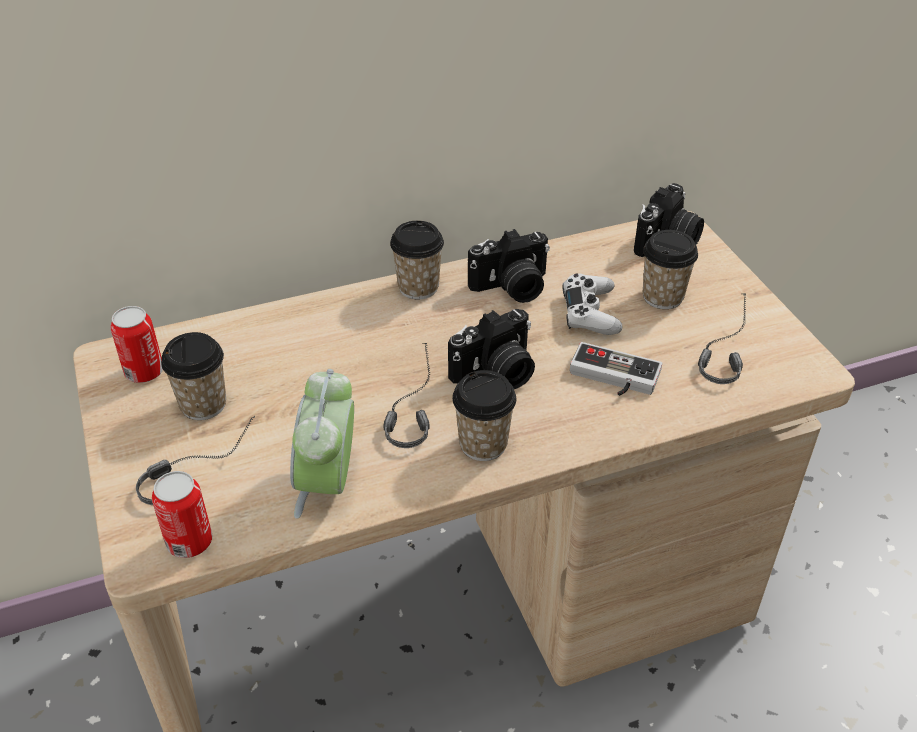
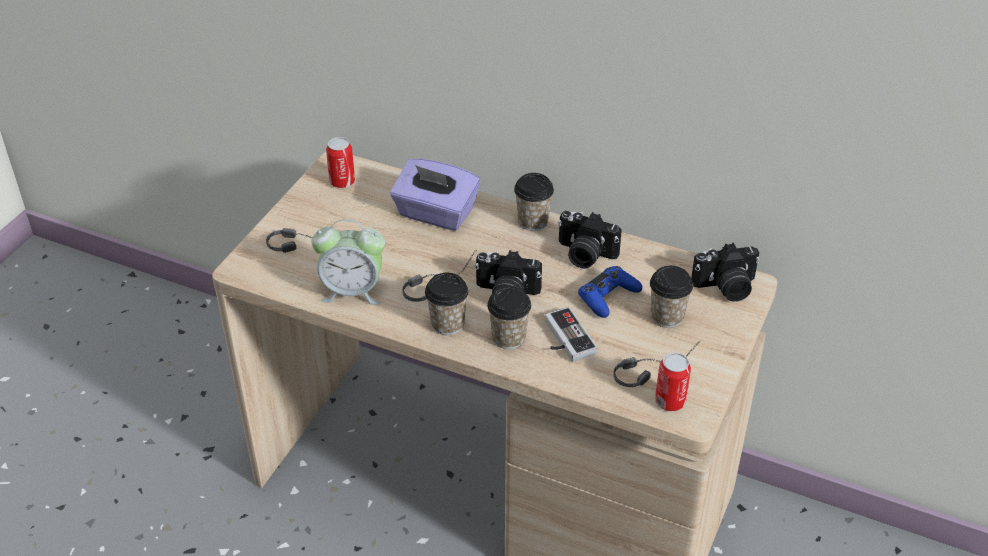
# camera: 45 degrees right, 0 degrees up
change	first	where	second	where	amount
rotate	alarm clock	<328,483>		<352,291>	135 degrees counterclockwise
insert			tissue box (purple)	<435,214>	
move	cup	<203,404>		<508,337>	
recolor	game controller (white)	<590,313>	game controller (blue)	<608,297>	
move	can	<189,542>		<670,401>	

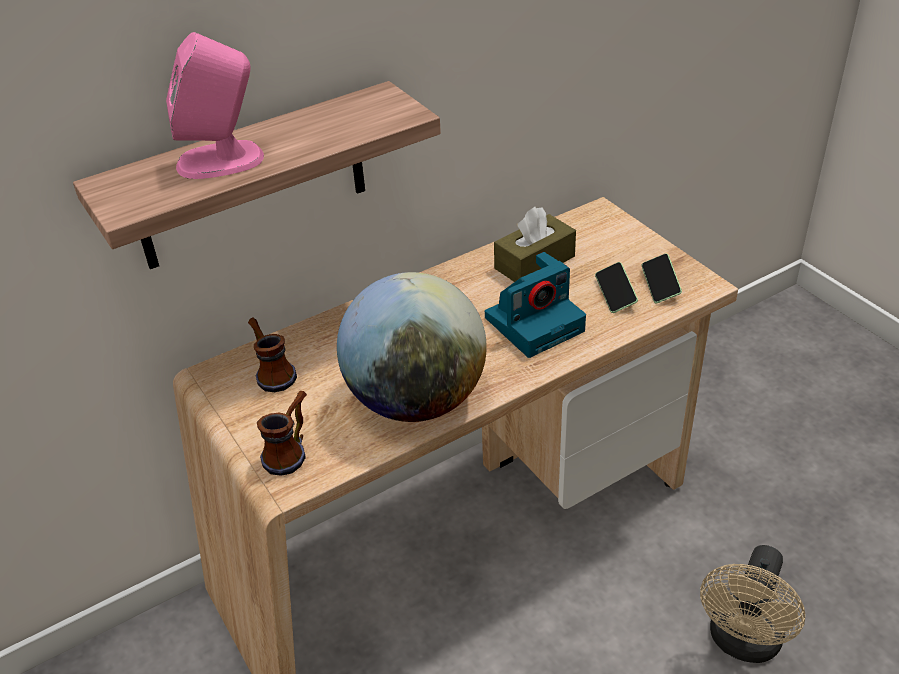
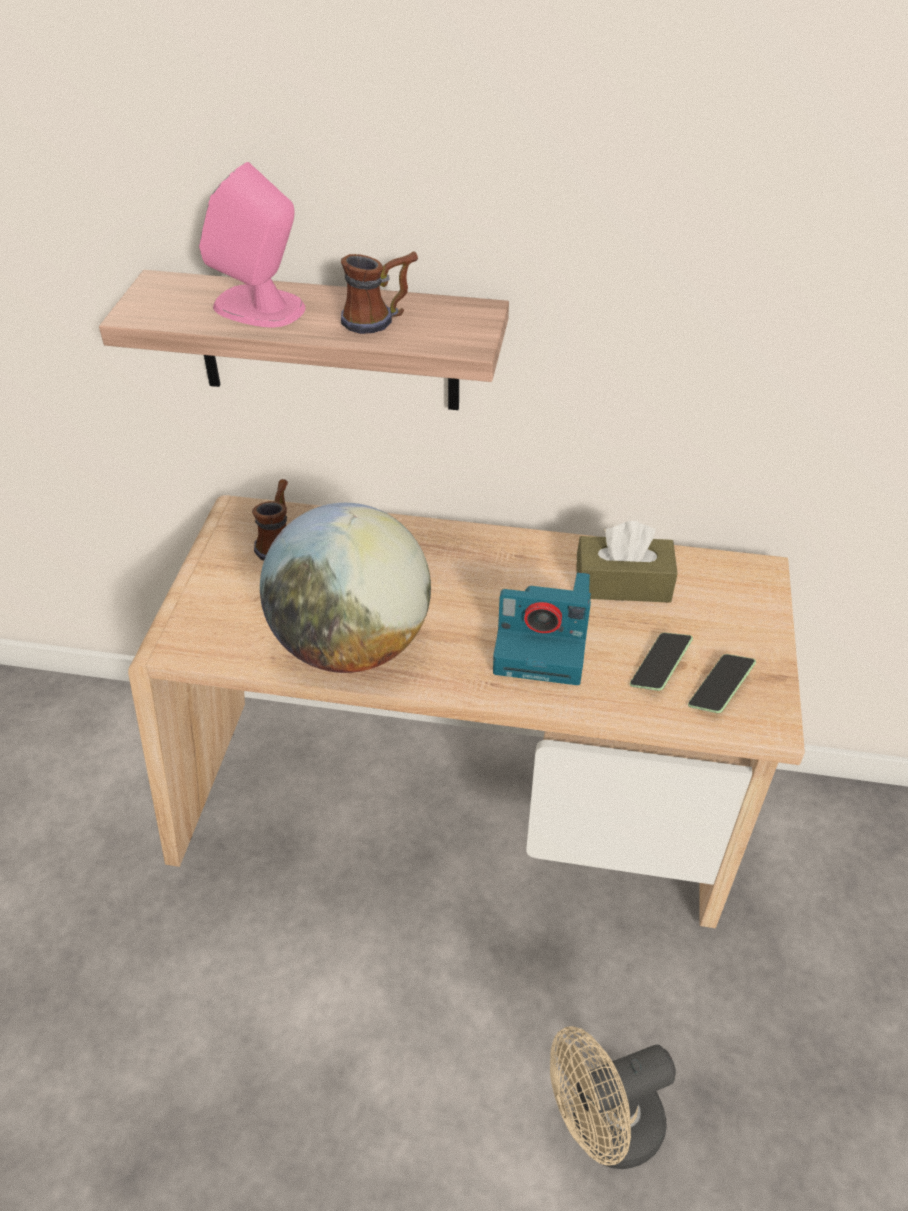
# camera: 40 degrees right, 5 degrees up
change	first	where	second	where	amount
move	mug	<291,451>		<380,319>	

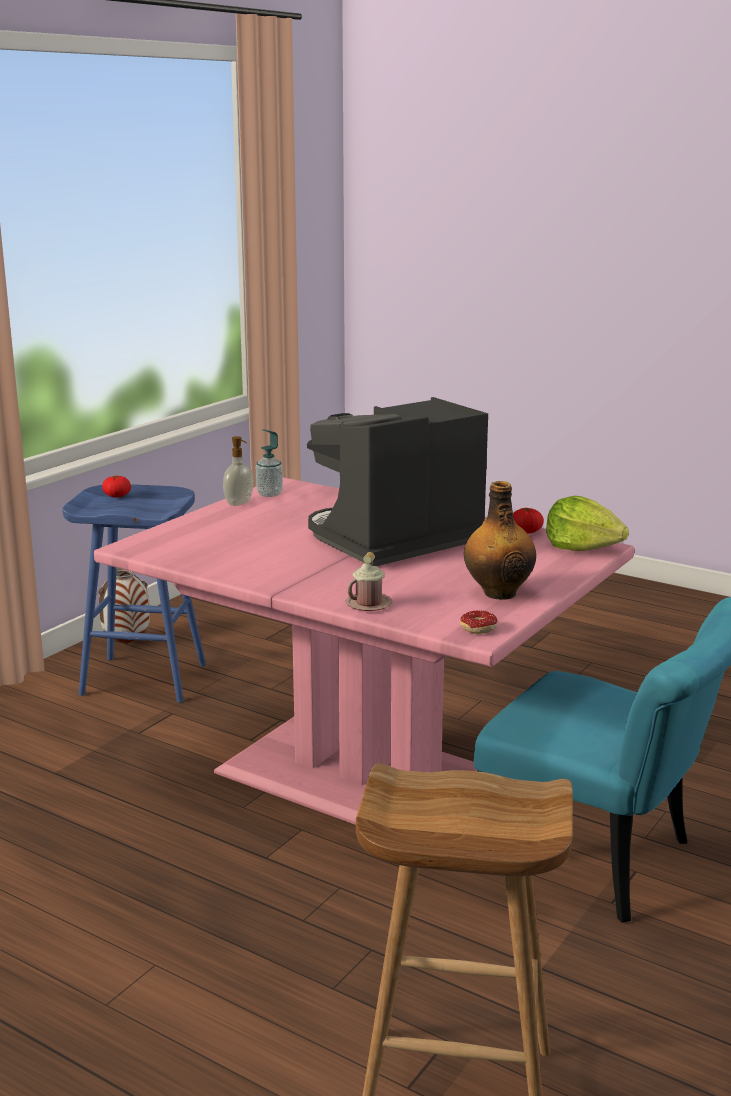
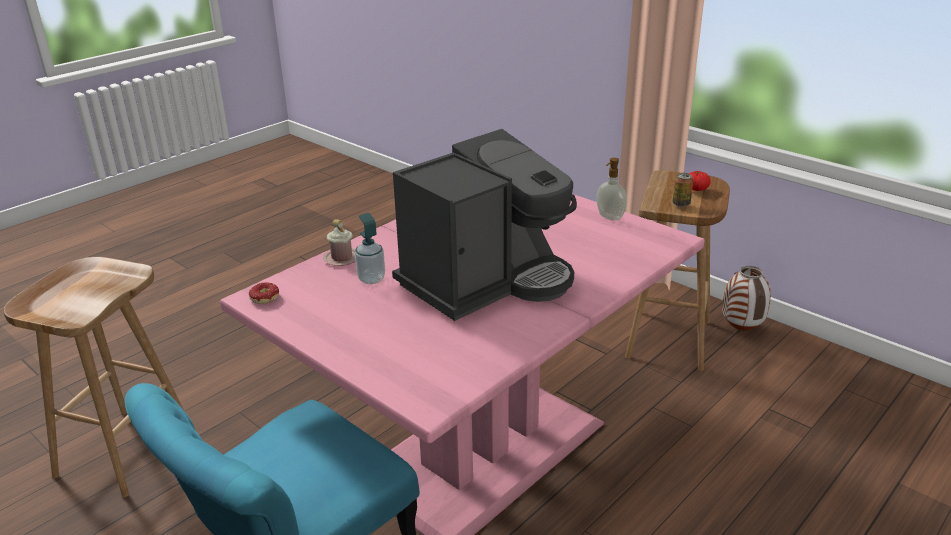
# camera: 100 degrees right, 10 degrees up
change	first	where	second	where	amount
move	soap dispenser	<269,494>		<371,279>	
rotate	coffee machine	<394,540>		<486,281>	75 degrees clockwise
recolor	stool (blue)	<146,679>	stool (brown)	<669,340>	
insert			can	<681,204>	
delete	bottle	<498,593>			
delete	tomato	<526,532>			
delete	lettuce	<582,547>			

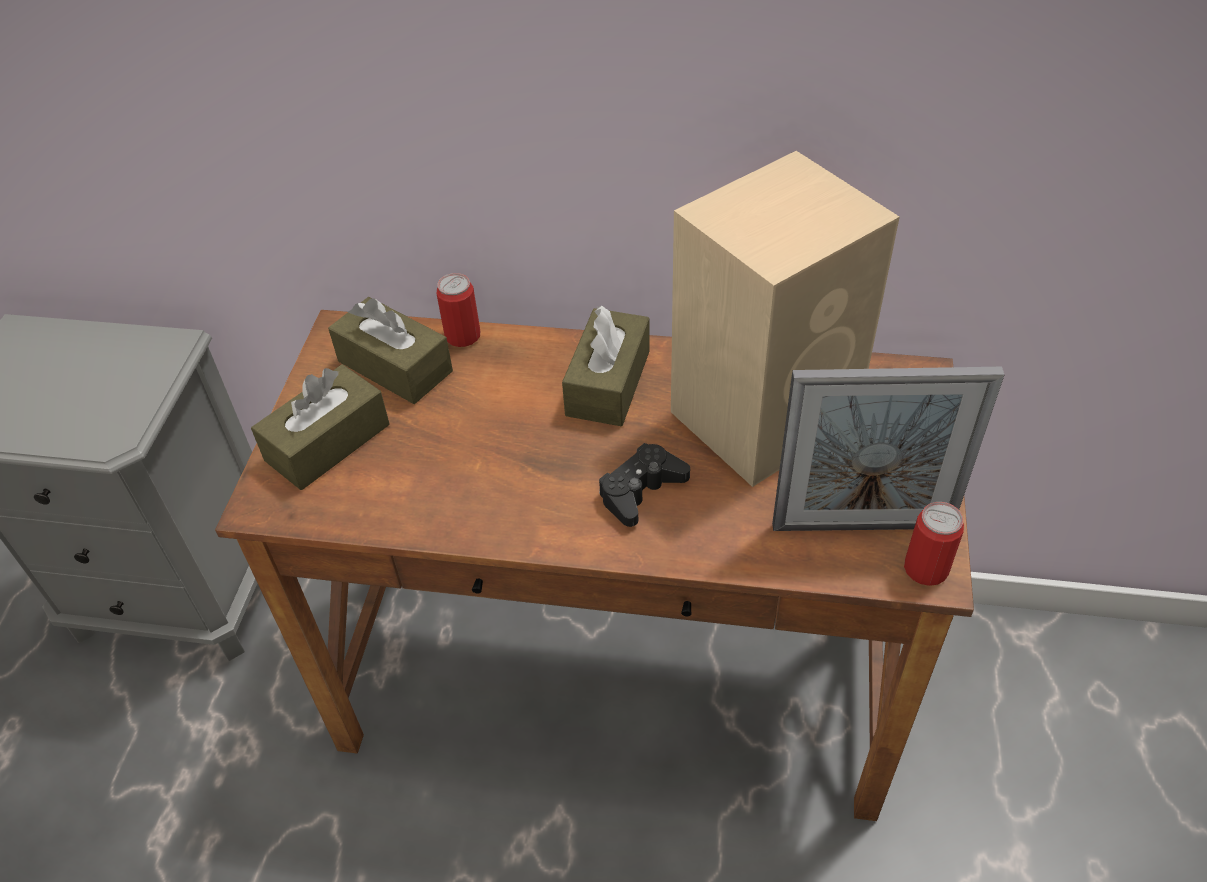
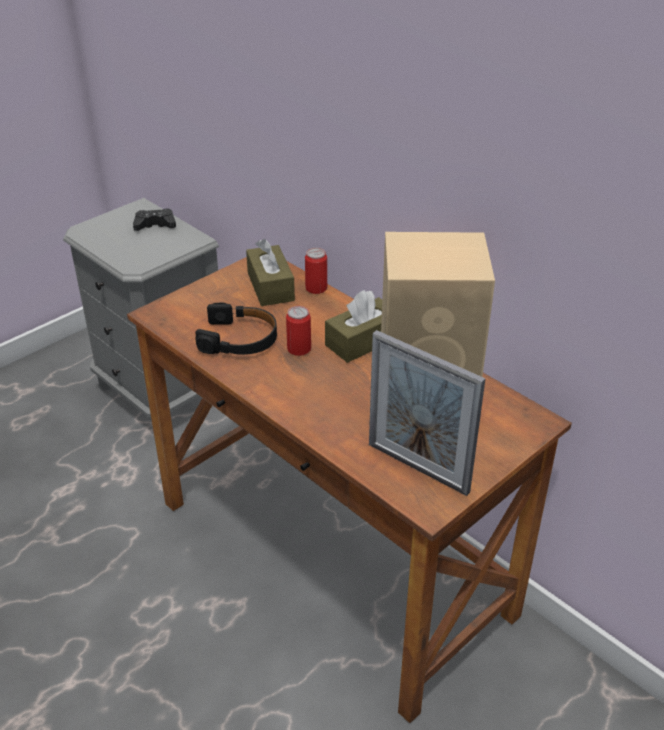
# camera: 35 degrees right, 10 degrees down
change	first	where	second	where	amount
move	game controller (black)	<641,490>		<155,225>	
insert			headphones (black)	<239,339>	
move	can	<926,568>		<299,349>	
delete	tissue box (brown)	<327,442>			

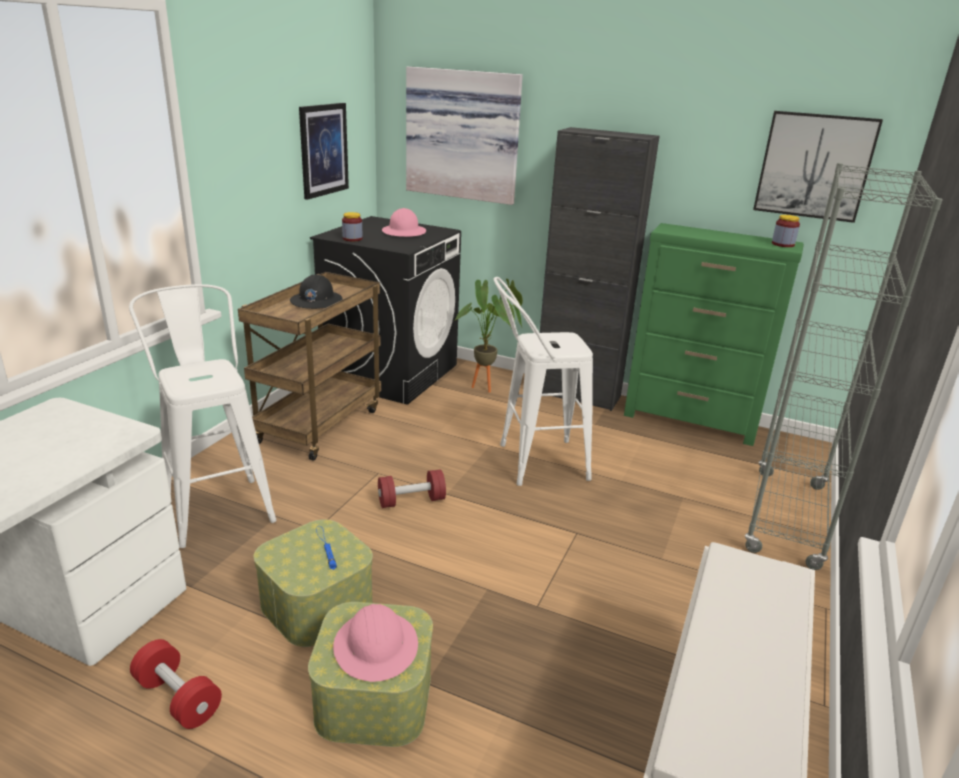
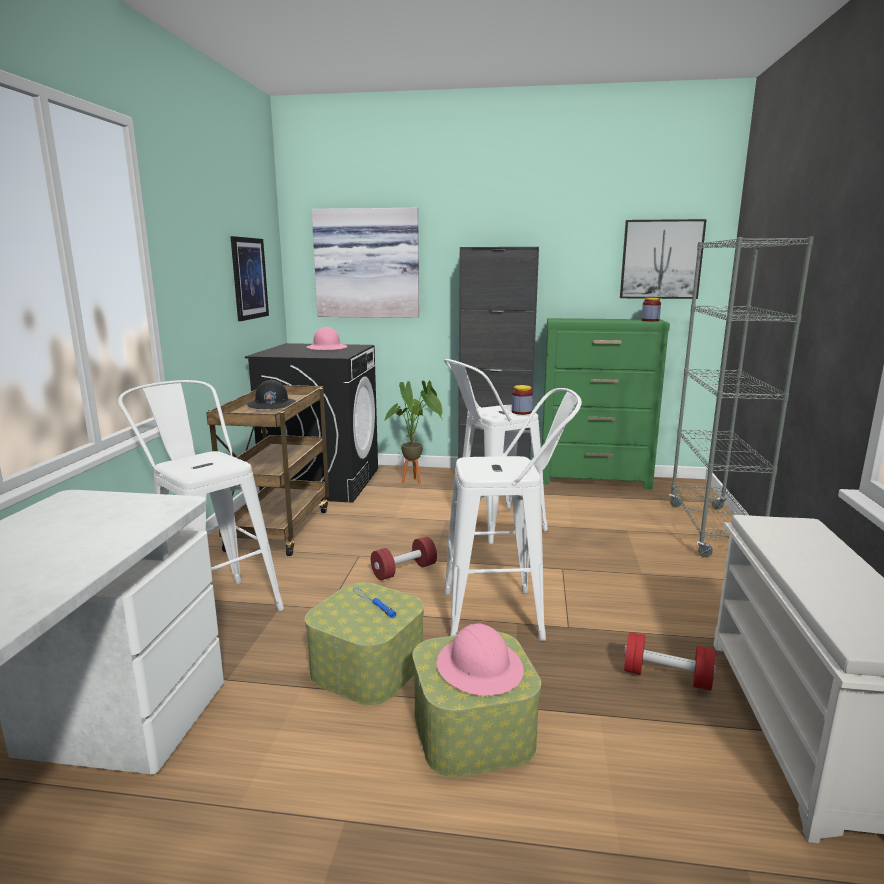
# camera: 15 degrees left, 10 degrees down
change	first	where	second	where	amount
insert			stool (white)	<505,615>	
move	jar	<352,239>		<521,412>	
move	dumbbell (red)	<178,698>		<666,677>	

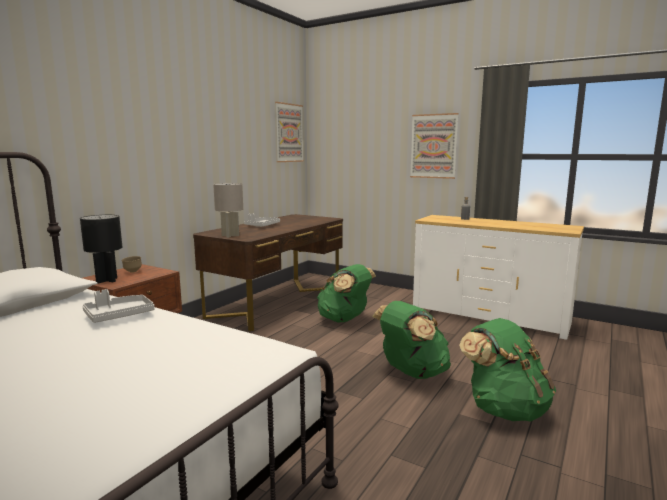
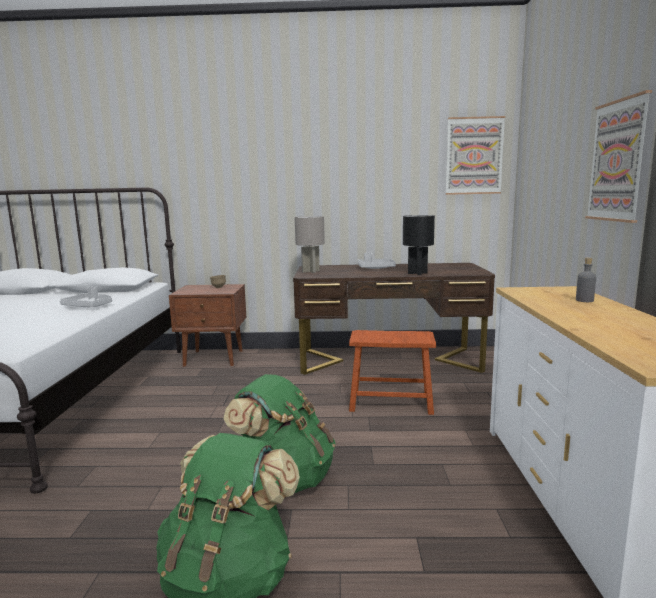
# camera: 60 degrees right, 0 degrees up
change	first	where	second	where	amount
replace	backpack (green)	<344,319>	stool (brown)	<391,402>	
move	table lamp (black)	<106,280>		<417,273>	

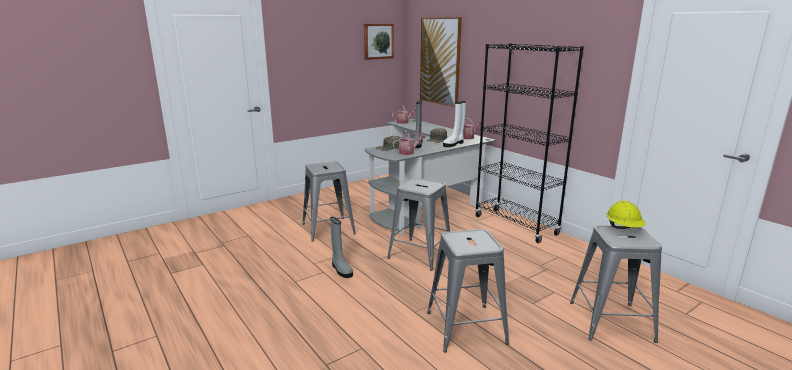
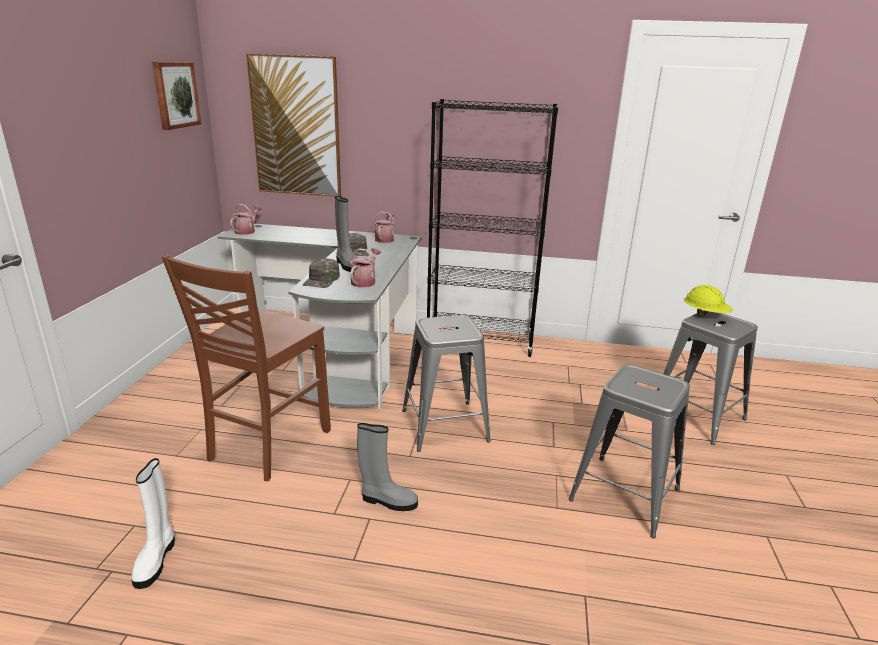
# camera: 45 degrees left, 5 degrees up
change	first	where	second	where	amount
move	boot (white)	<454,144>		<156,560>	
replace	stool (grey)	<328,229>	chair (brown)	<266,445>	

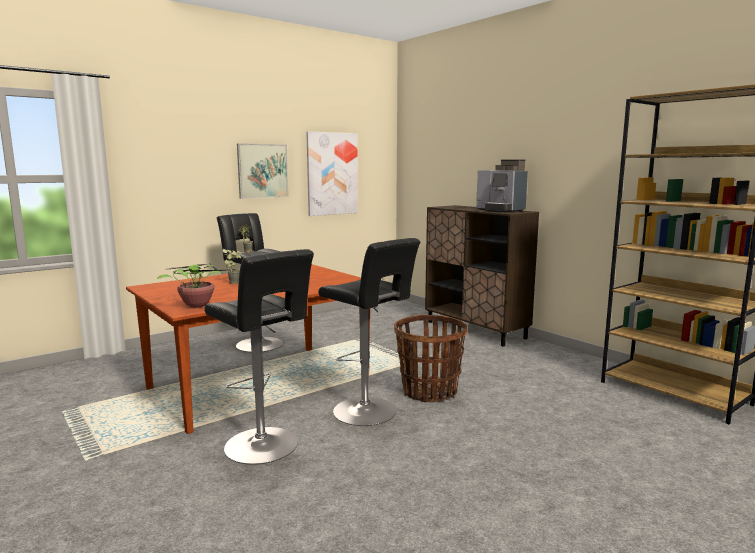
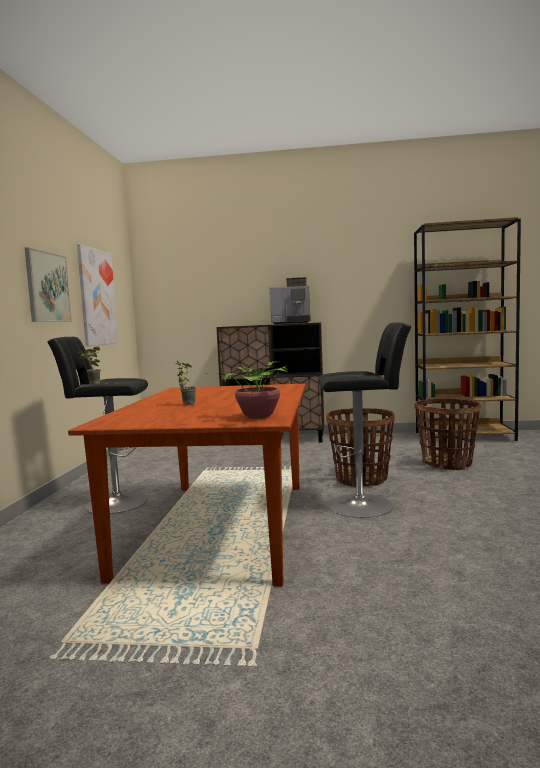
# camera: 45 degrees left, 5 degrees down
change	first	where	second	where	amount
insert			basket	<447,464>	
delete	stool (black)	<264,447>			

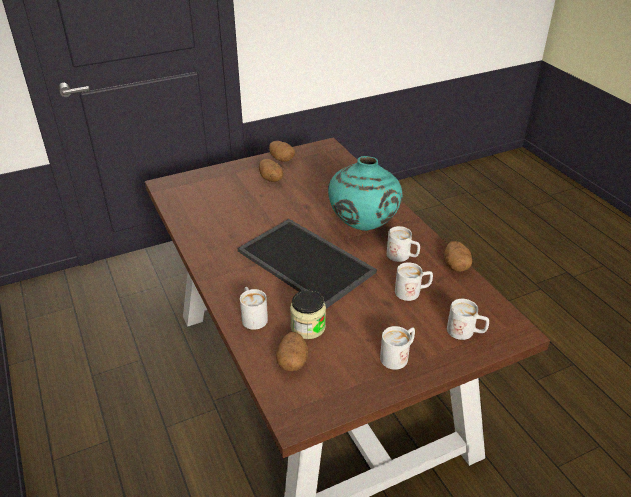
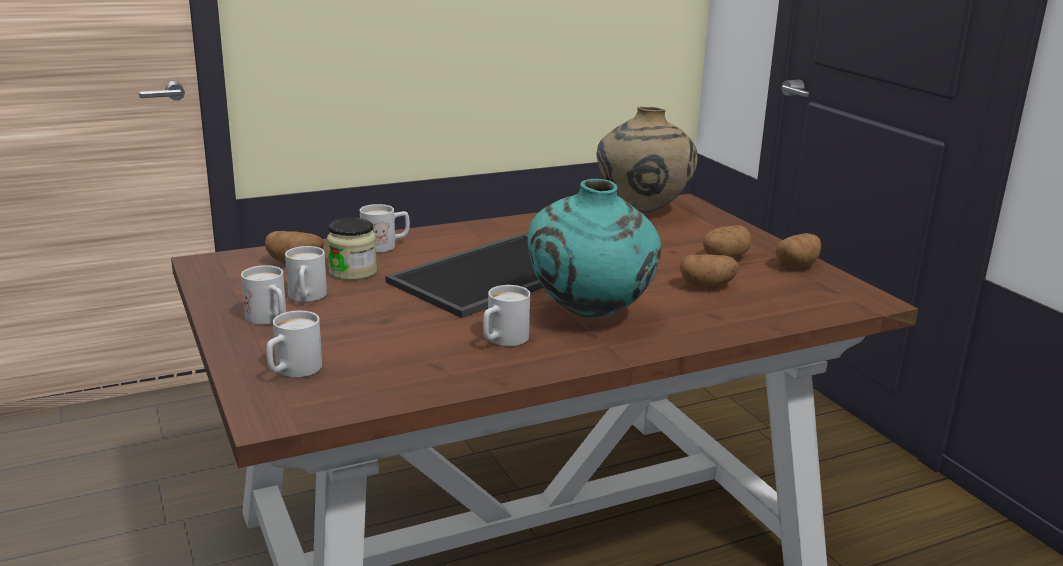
# camera: 90 degrees right, 15 degrees down
change	first	where	second	where	amount
move	mug (white)	<412,292>		<306,298>	
insert			vase (beige)	<642,211>	
move	potato	<456,265>		<707,286>	

